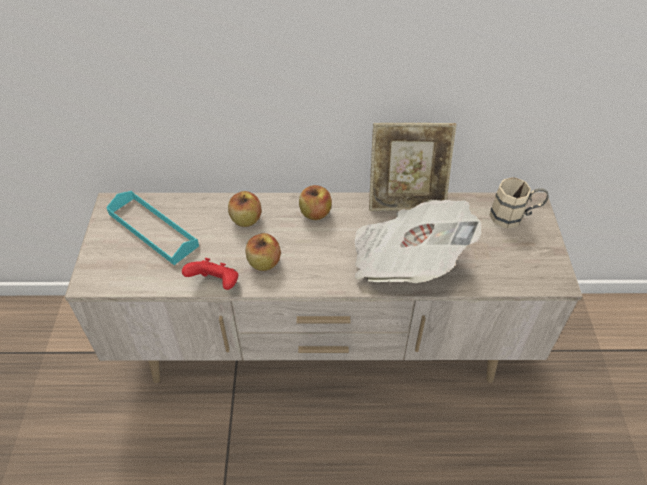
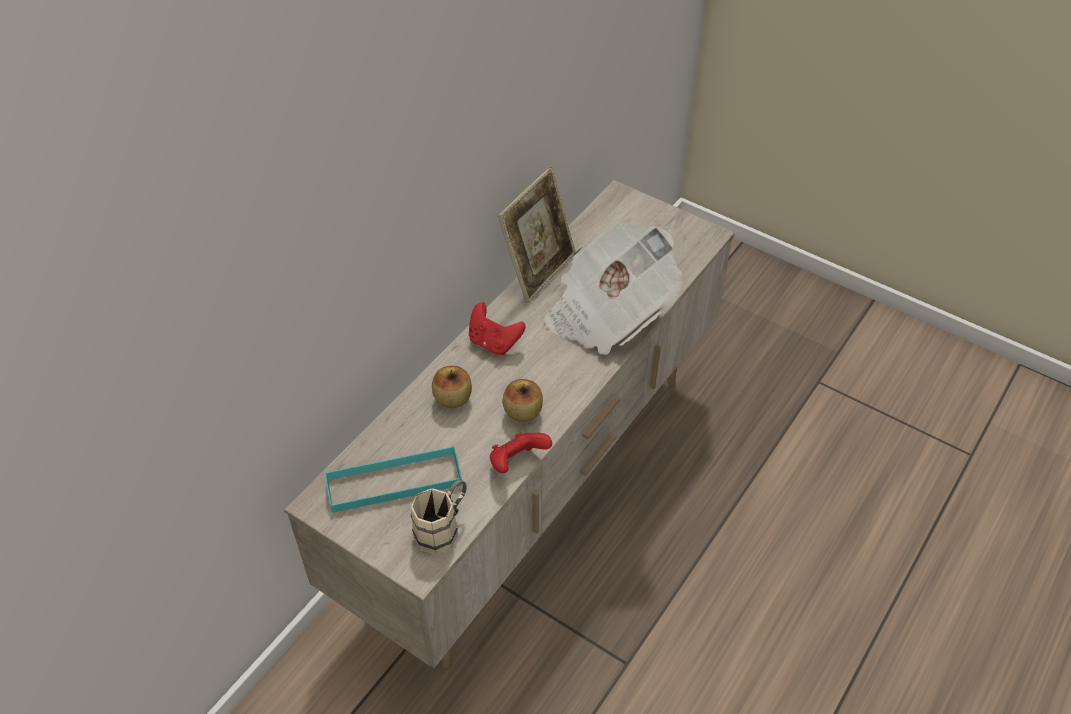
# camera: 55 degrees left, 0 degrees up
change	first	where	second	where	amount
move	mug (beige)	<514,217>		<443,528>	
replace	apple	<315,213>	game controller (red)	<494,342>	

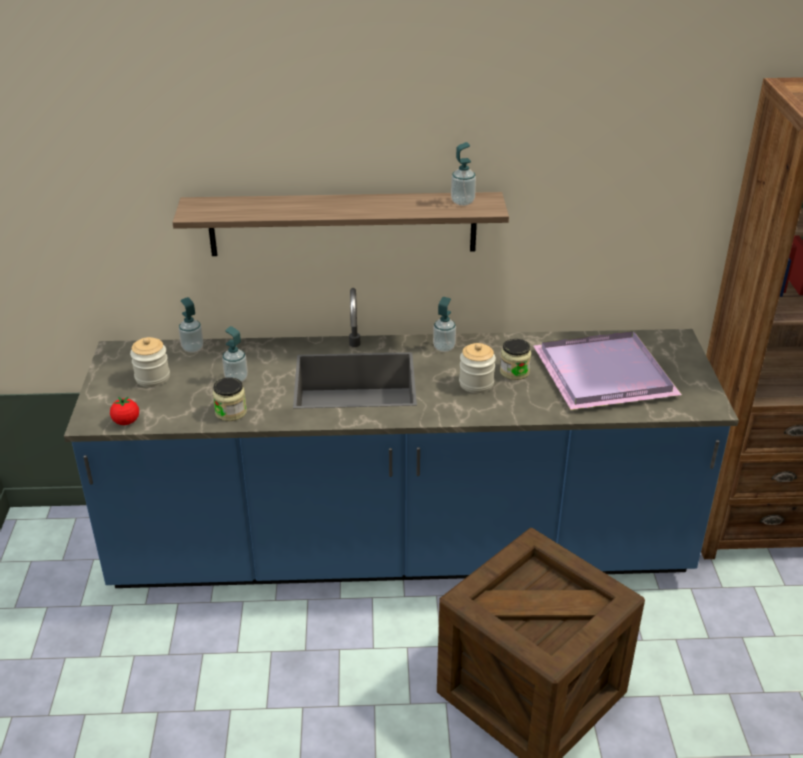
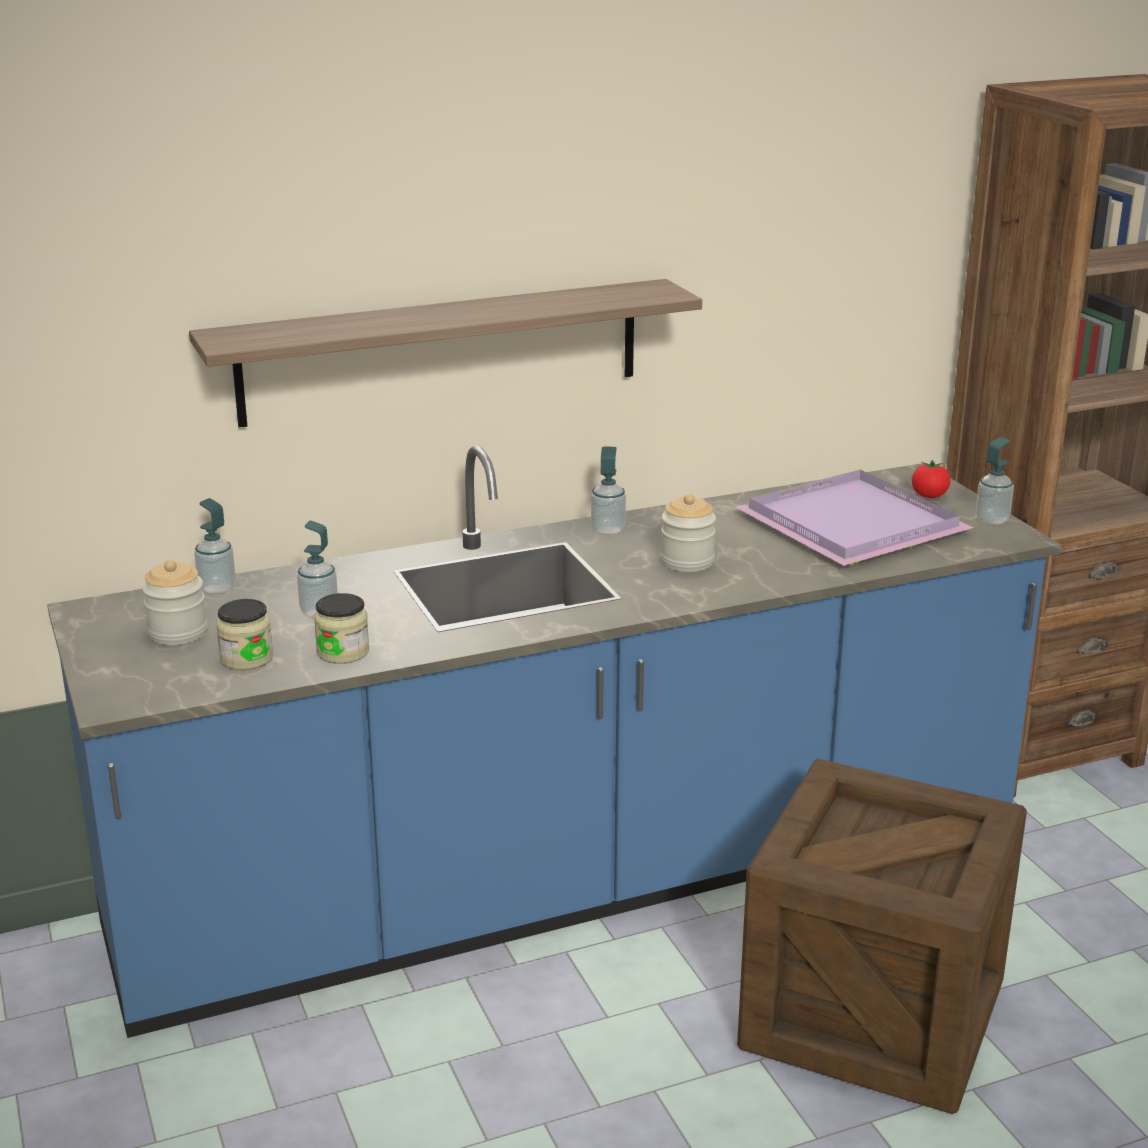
# camera: 20 degrees left, 10 degrees down
change	first	where	second	where	amount
move	jar	<514,372>		<246,658>	
move	tomato	<126,422>		<929,496>	
move	soap dispenser	<462,202>		<992,520>	

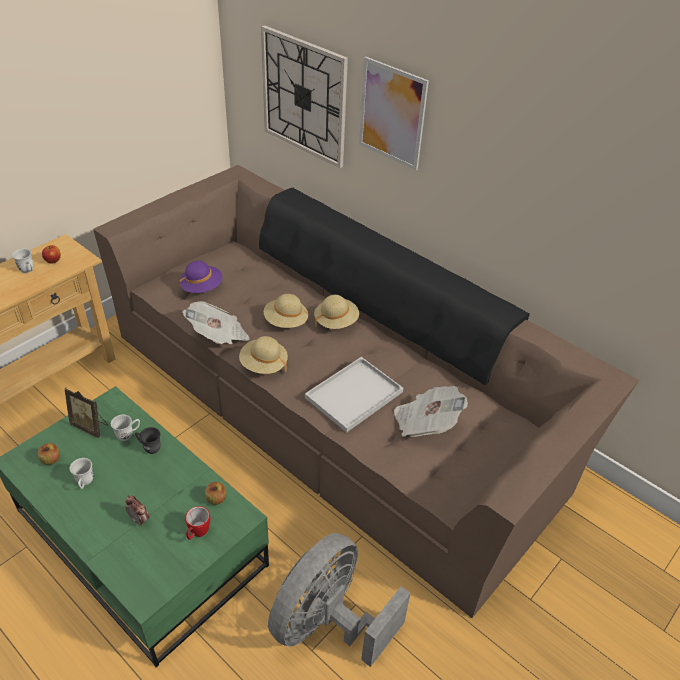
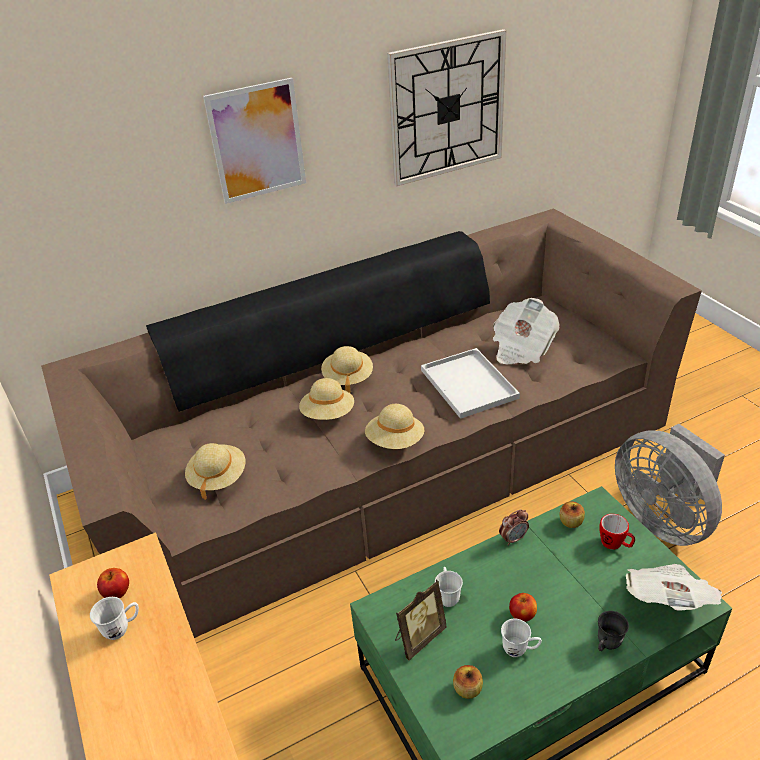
# camera: 65 degrees left, 5 degrees down
change	first	where	second	where	amount
recolor	hat (purple)	<202,287>	hat (beige)	<218,477>	
move	wall clock	<304,97>		<447,108>	
move	alarm clock	<139,519>		<513,539>	
insert			apple	<522,615>	
move	mug (grey)	<149,447>		<606,645>	
move	newspaper	<218,336>		<667,600>	

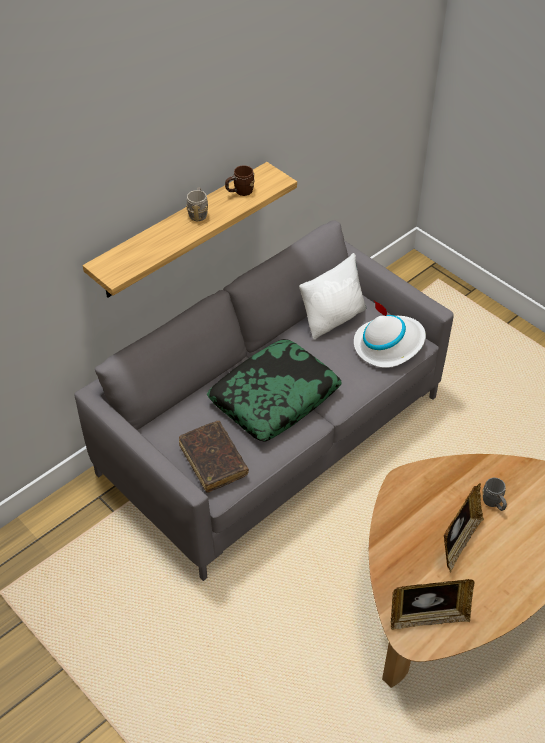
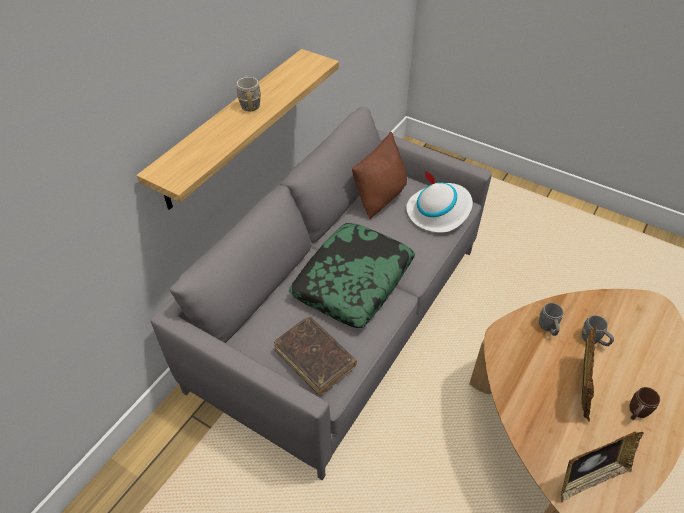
# camera: 15 degrees left, 0 degrees up
change	first	where	second	where	amount
recolor	pillow (white)	<333,318>	pillow (brown)	<380,197>	
insert			mug (grey)	<548,328>	
move	mug (brown)	<240,192>		<636,413>	

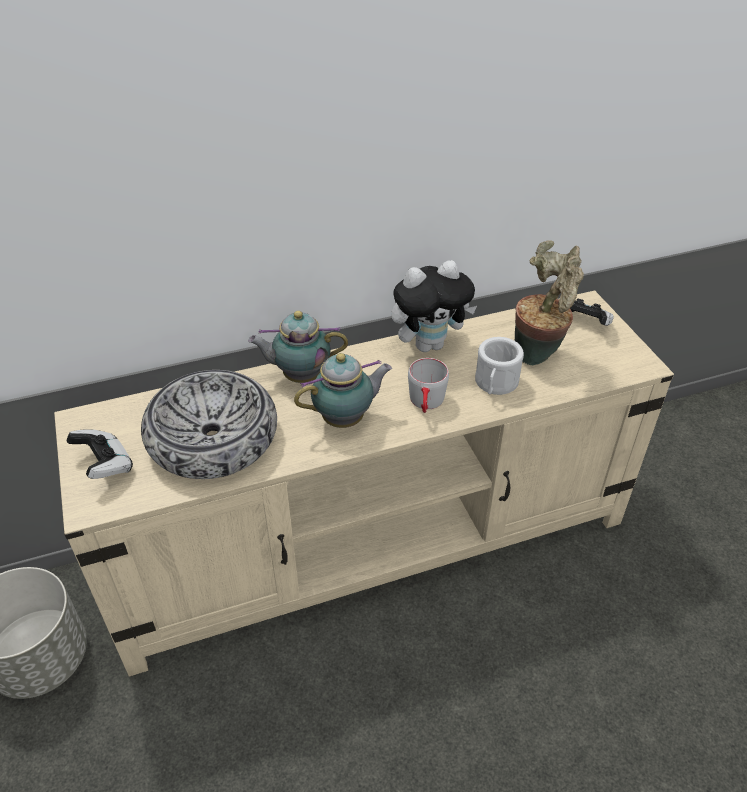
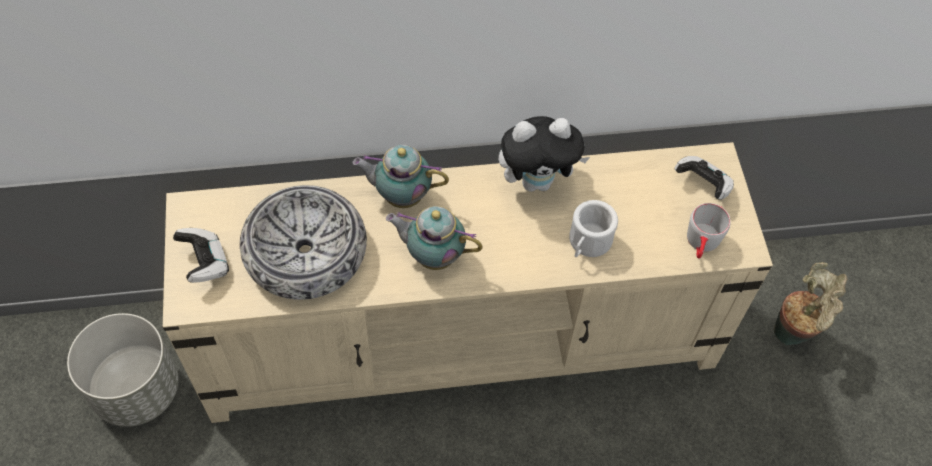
# camera: 10 degrees right, 15 degrees up
change	first	where	second	where	amount
rotate	teapot	<346,419>		<433,255>	150 degrees counterclockwise
move	mug (grey)	<426,404>		<701,245>	
move	potted plant	<539,354>		<794,333>	

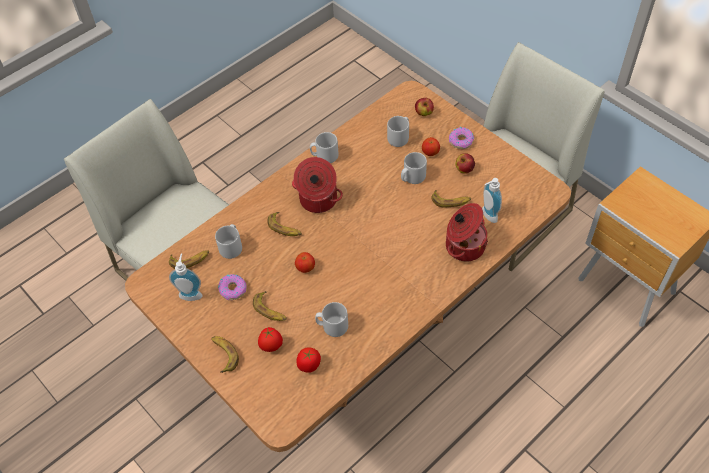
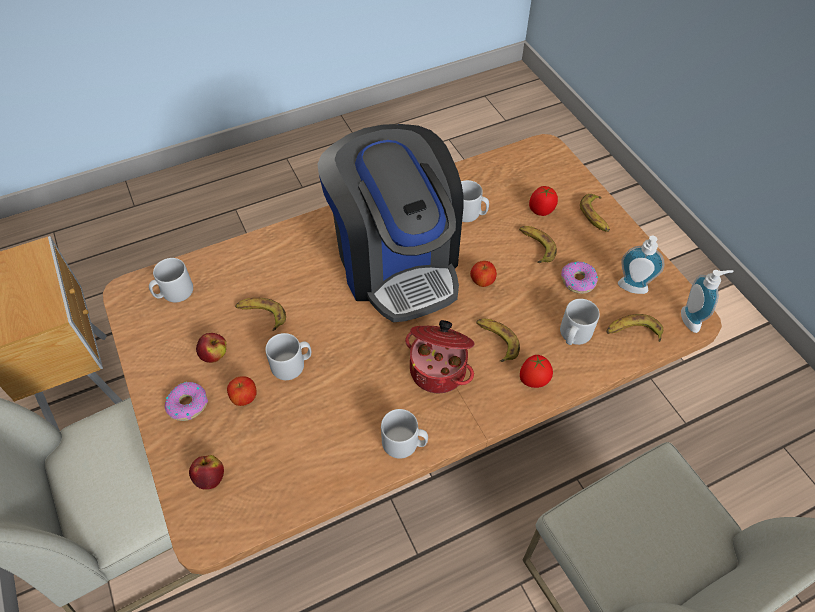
# camera: 165 degrees left, 0 degrees up
change	first	where	second	where	amount
move	mug (grey)	<399,137>		<174,292>	
insert			coffee machine	<396,261>	
move	tomato	<309,366>		<533,381>	
move	soap dispenser	<487,216>		<693,319>	
delete	cooking pot	<464,246>			

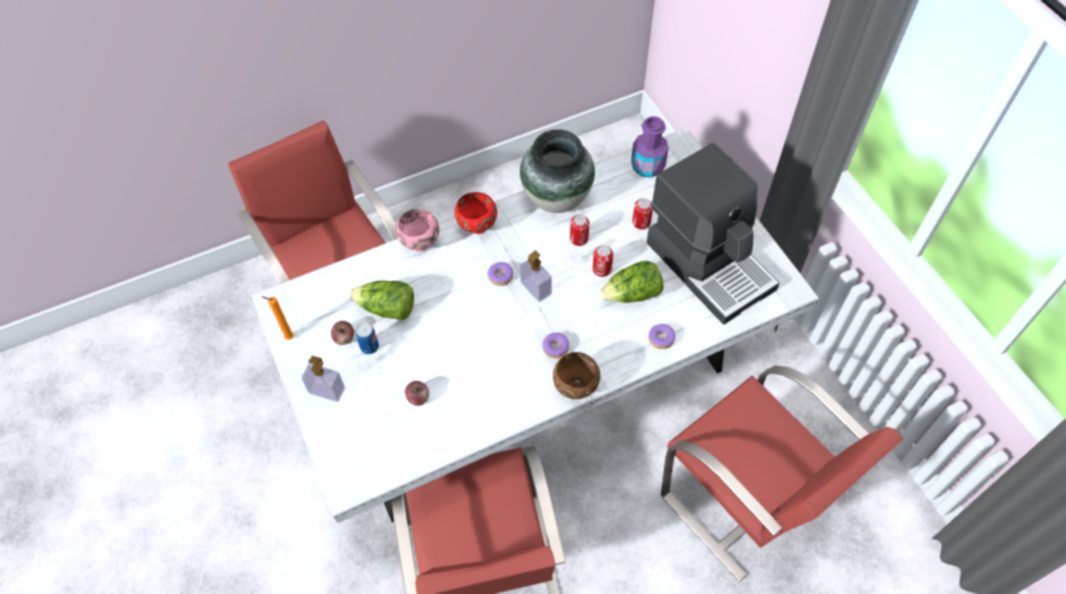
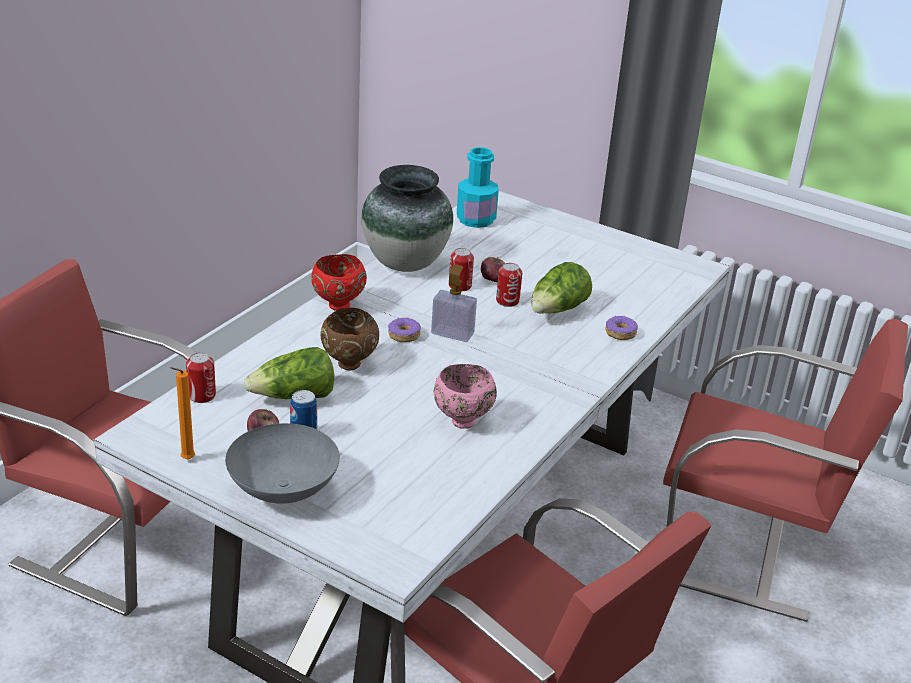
# camera: 35 degrees left, 25 degrees down
change	first	where	second	where	amount
move	can	<641,222>		<202,395>	
replace	soap dispenser	<327,390>	bowl (grey)	<285,489>	
move	bowl (brown)	<575,389>		<349,365>	
move	bowl (pink)	<420,245>		<461,422>	
recolor	bottle (purple)	<647,166>	bottle (turquoise)	<475,219>	
move	apple	<418,398>		<493,279>	
delete	donut	<555,348>			
delete	coffee machine	<710,264>			

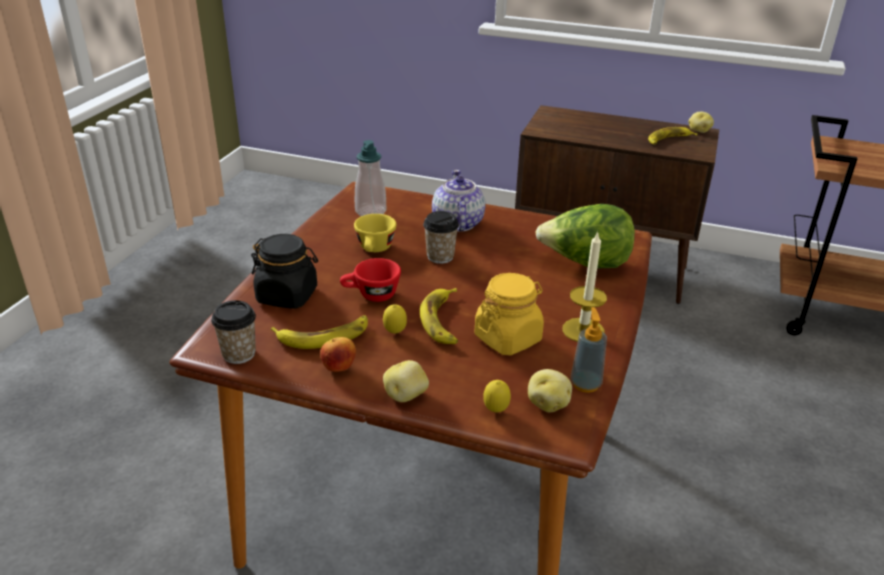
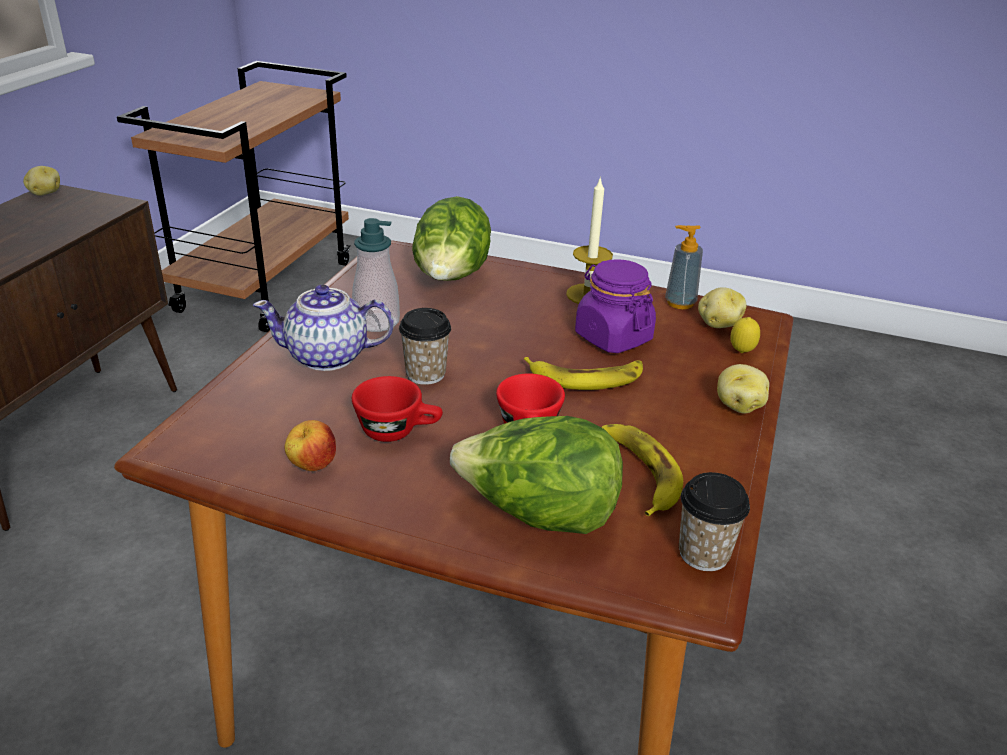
# camera: 90 degrees left, 0 degrees up
change	first	where	second	where	amount
move	apple	<339,368>		<312,466>	
move	soap dispenser	<370,211>		<376,322>	
recolor	cup (yellow)	<375,250>	cup (red)	<398,431>	
replace	jar (black)	<287,296>	lettuce	<538,515>	
recolor	jar (yellow)	<508,338>	jar (purple)	<612,337>	
delete	lemon	<395,333>			
delete	banana	<668,140>			

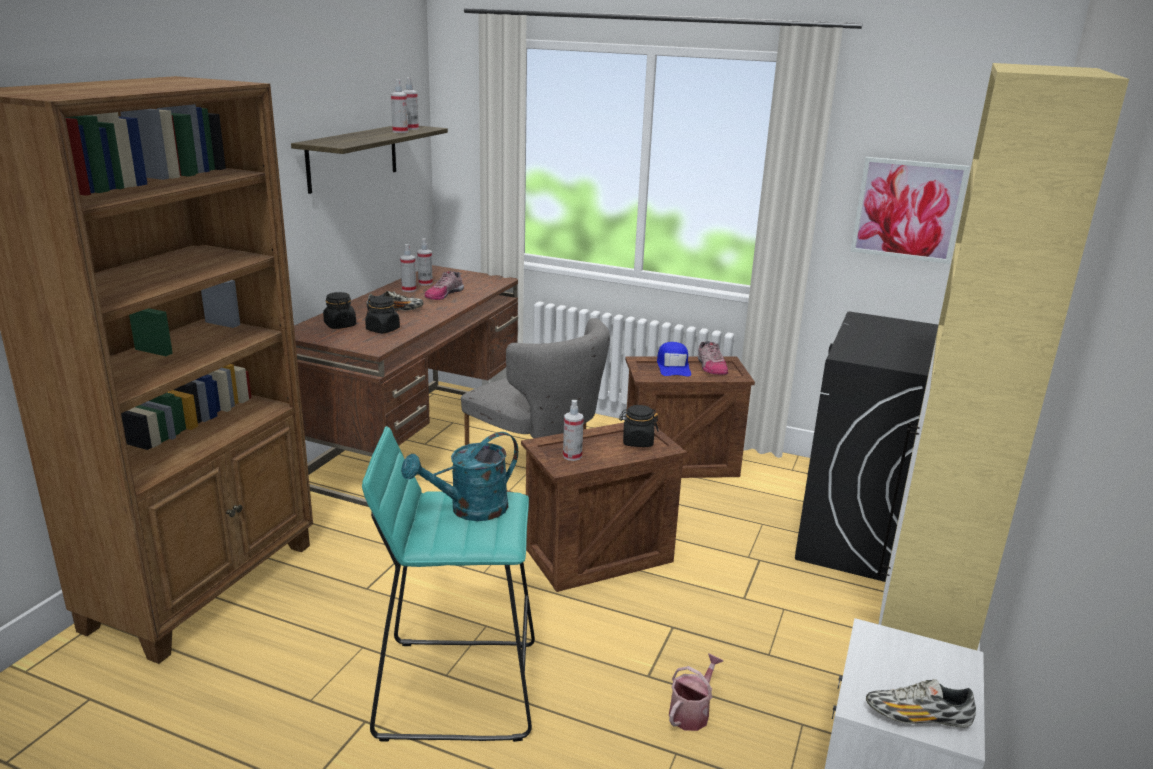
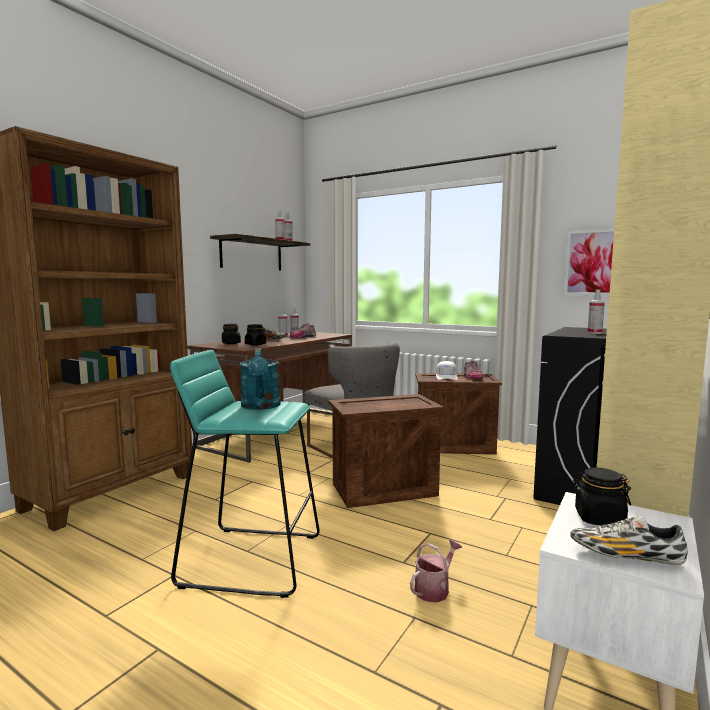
# camera: 10 degrees right, 15 degrees down
change	first	where	second	where	amount
rotate	watering can (turquoise)	<469,510>		<261,406>	75 degrees counterclockwise
recolor	cap (blue)	<673,366>	cap (white)	<446,376>	
move	jar (black)	<637,442>		<599,518>	
move	spray bottle	<572,456>		<594,333>	

